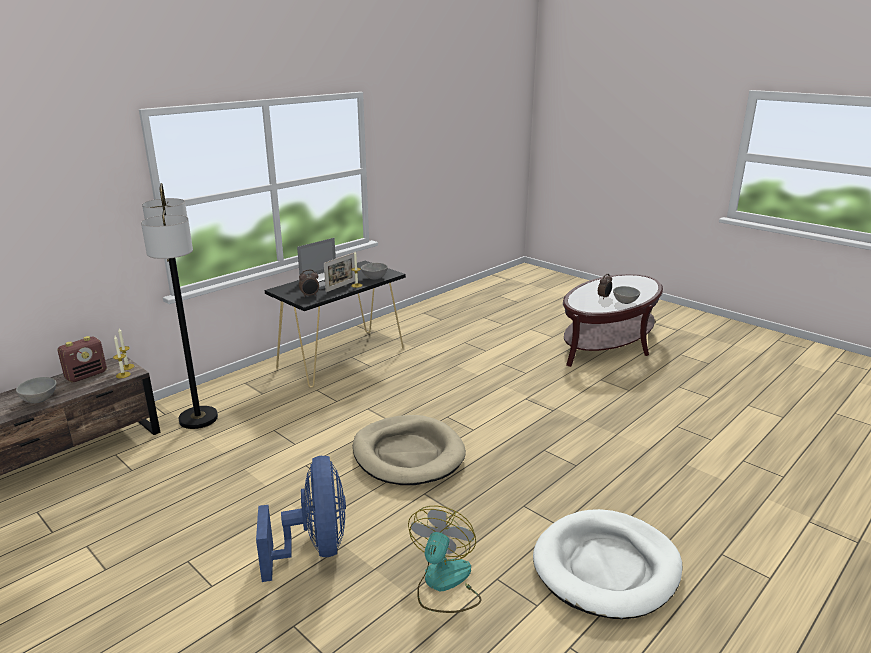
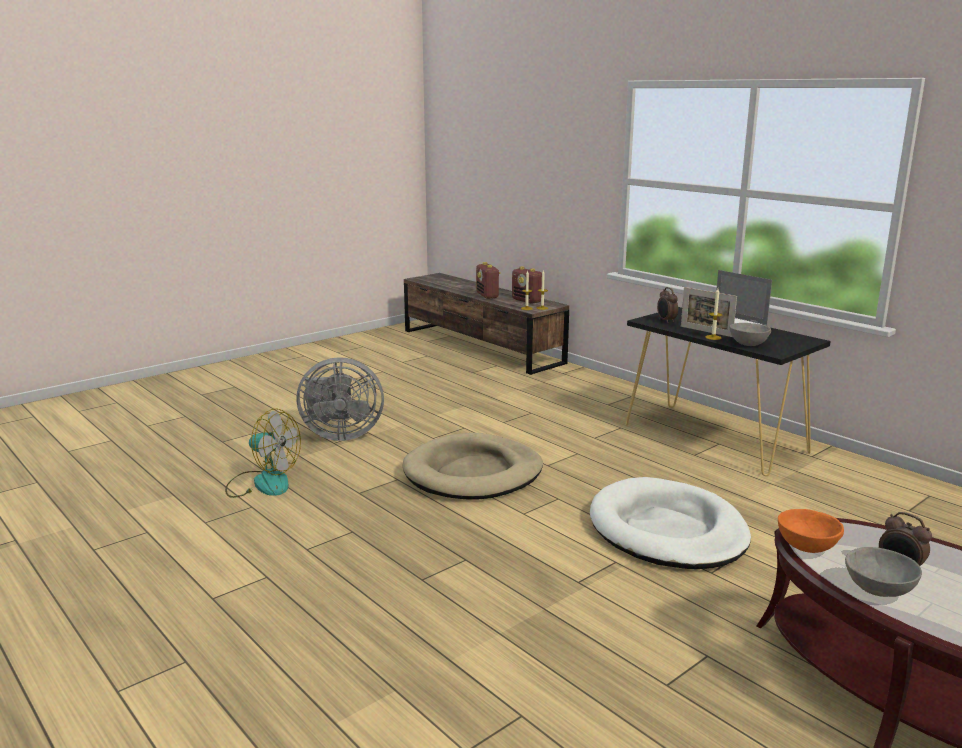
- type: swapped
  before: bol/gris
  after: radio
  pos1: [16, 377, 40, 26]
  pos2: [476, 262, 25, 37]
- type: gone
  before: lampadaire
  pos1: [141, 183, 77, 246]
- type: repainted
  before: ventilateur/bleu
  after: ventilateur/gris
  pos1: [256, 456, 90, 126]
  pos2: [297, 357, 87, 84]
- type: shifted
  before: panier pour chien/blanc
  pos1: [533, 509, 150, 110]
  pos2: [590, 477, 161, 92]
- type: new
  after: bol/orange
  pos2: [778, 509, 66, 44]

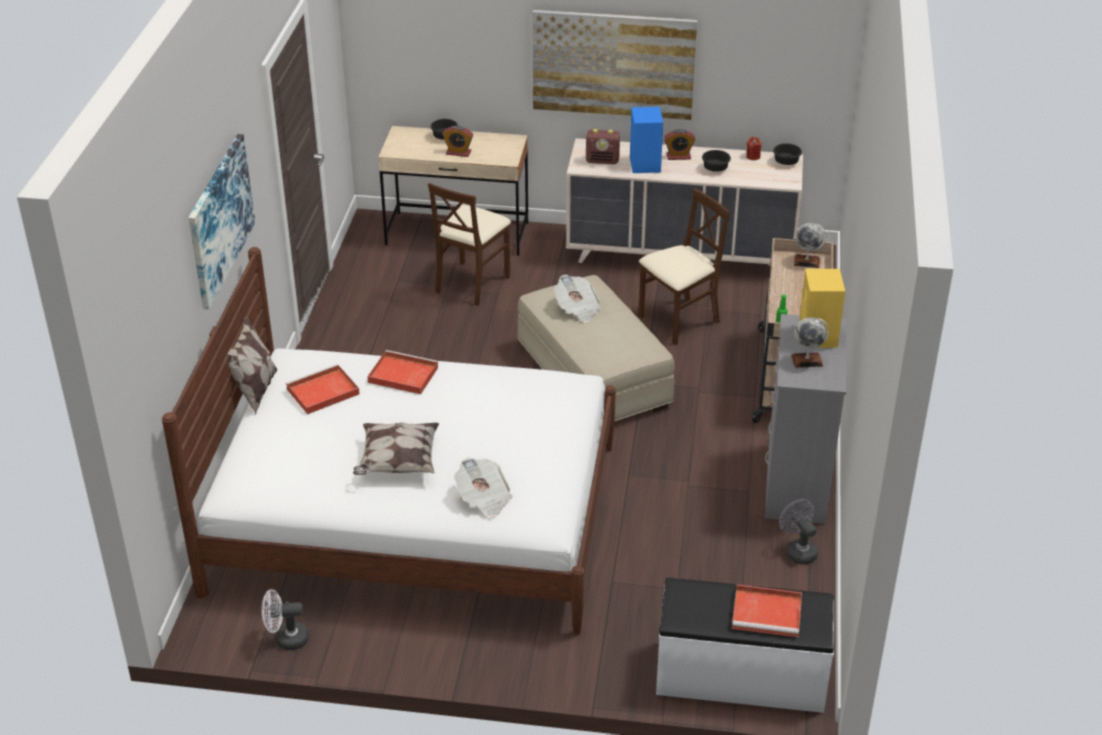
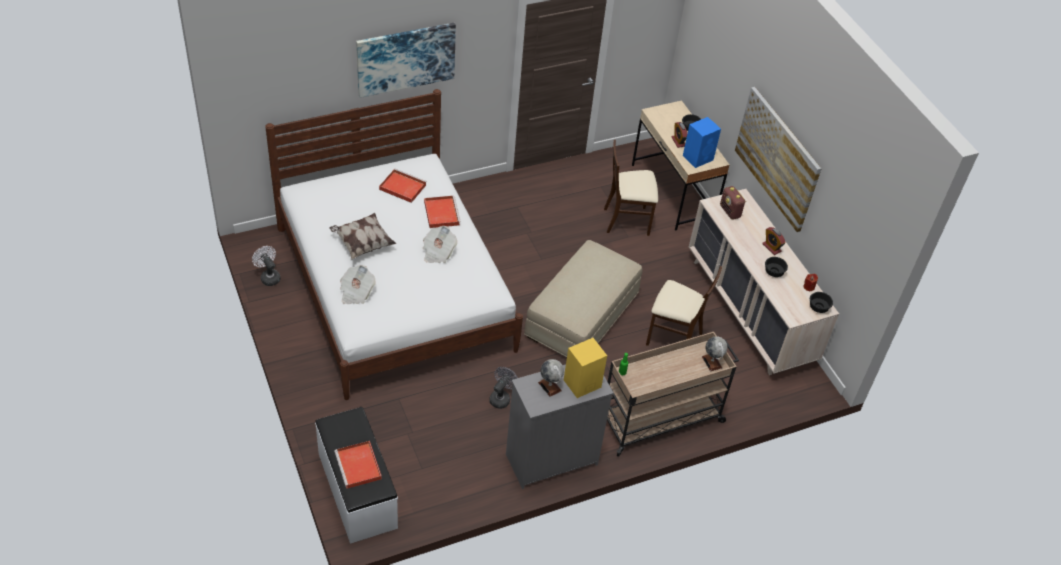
- type: gone
  before: coussin
  pos1: [224, 316, 53, 99]
- type: shifted
  before: journal
  pos1: [554, 275, 48, 48]
  pos2: [423, 226, 34, 37]
- type: shifted
  before: enceinte/bleu
  pos1: [630, 107, 33, 66]
  pos2: [683, 117, 38, 51]
- type: shifted
  before: ventilateur/gris
  pos1: [779, 499, 39, 65]
  pos2: [489, 367, 29, 42]

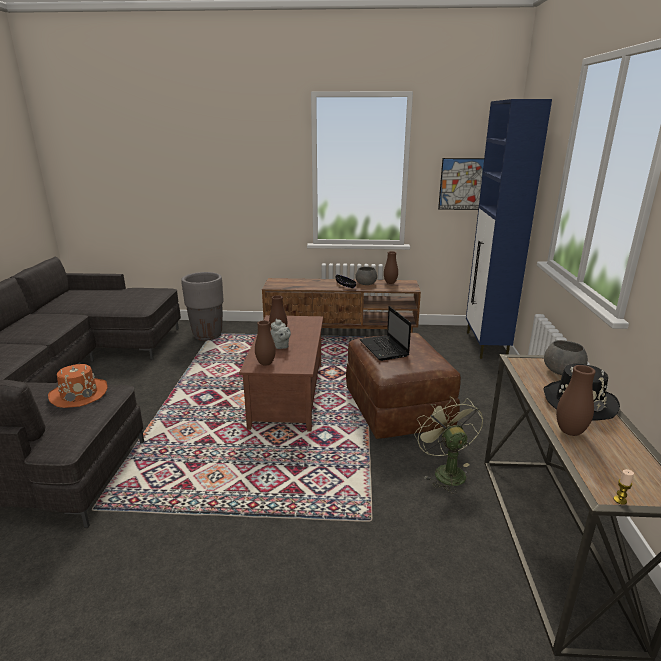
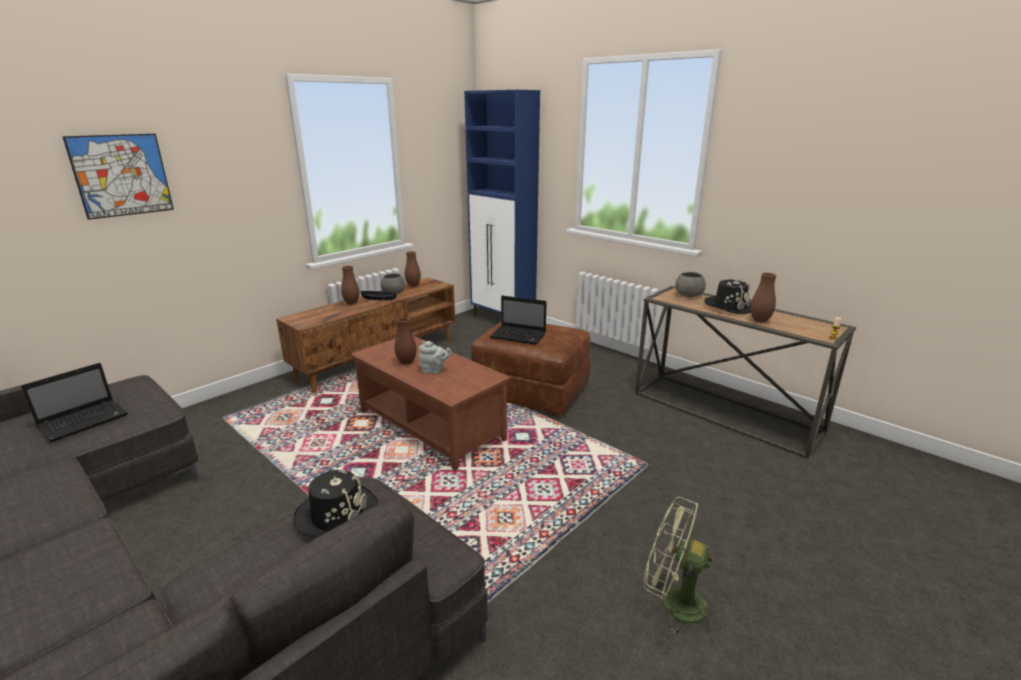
- type: repainted
  before: chapeau/orange
  after: chapeau/noir
  pos1: [48, 364, 59, 44]
  pos2: [293, 469, 86, 69]
- type: gone
  before: cache-pot/gris
  pos1: [181, 272, 43, 69]
- type: shifted
  before: vase/marron
  pos1: [255, 320, 21, 46]
  pos2: [341, 266, 18, 38]
- type: shifted
  before: ventilateur/vert
  pos1: [414, 397, 69, 97]
  pos2: [644, 497, 76, 141]
- type: shifted
  before: tableau
  pos1: [438, 158, 46, 52]
  pos2: [62, 134, 112, 86]
- type: new
  after: ordinateur portable
  pos2: [21, 363, 107, 79]

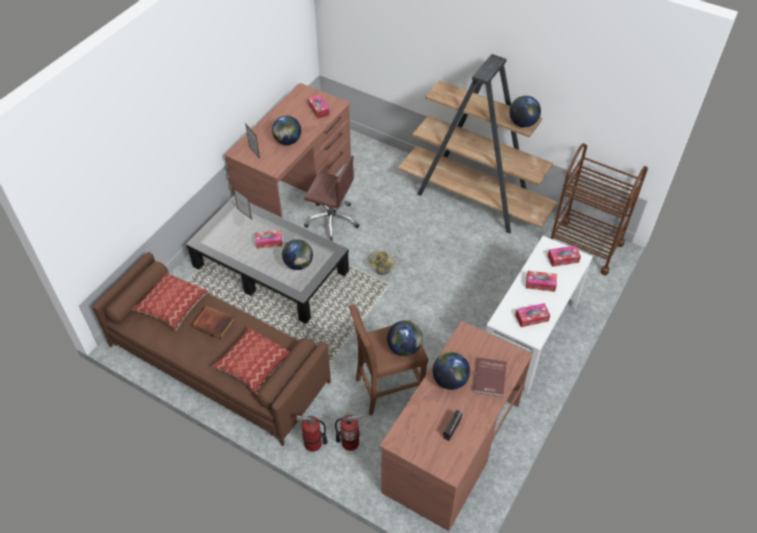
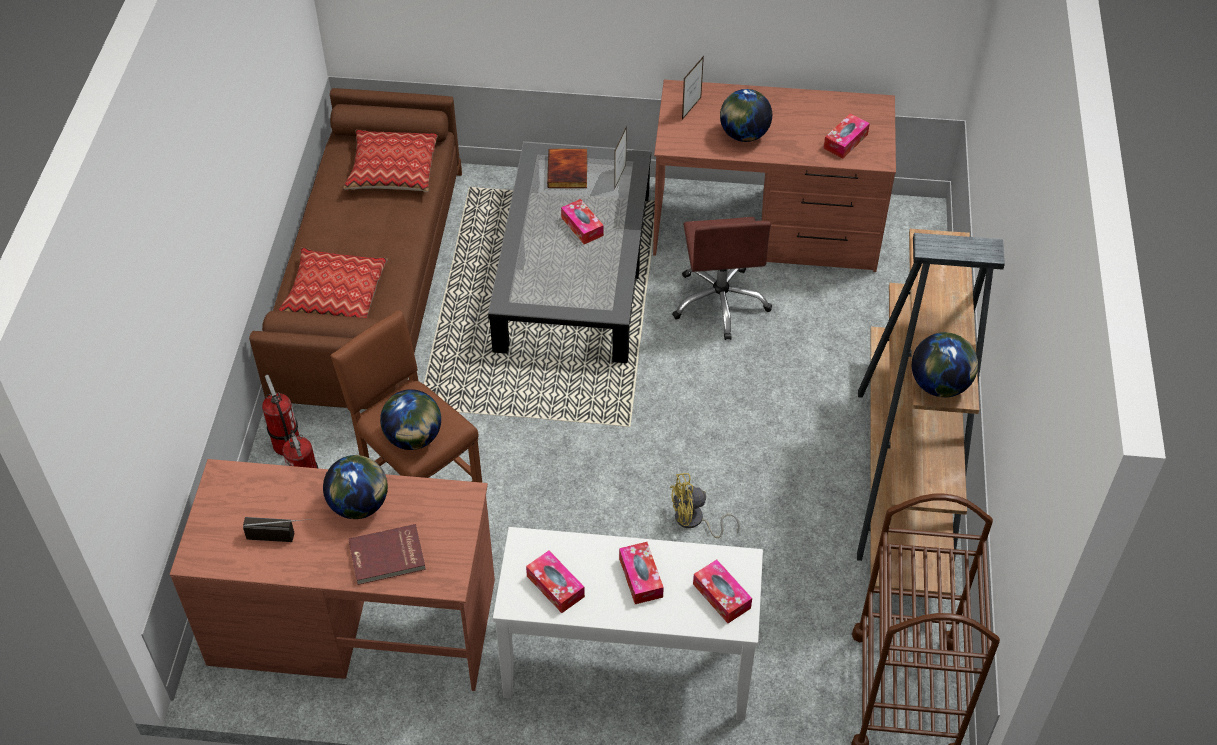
- type: shifted
  before: livre
  pos1: [192, 306, 42, 33]
  pos2: [547, 149, 40, 39]
- type: gone
  before: globe
  pos1: [282, 239, 31, 31]
- type: shifted
  before: ventilateur/jaune
  pos1: [369, 250, 33, 25]
  pos2: [670, 473, 70, 65]

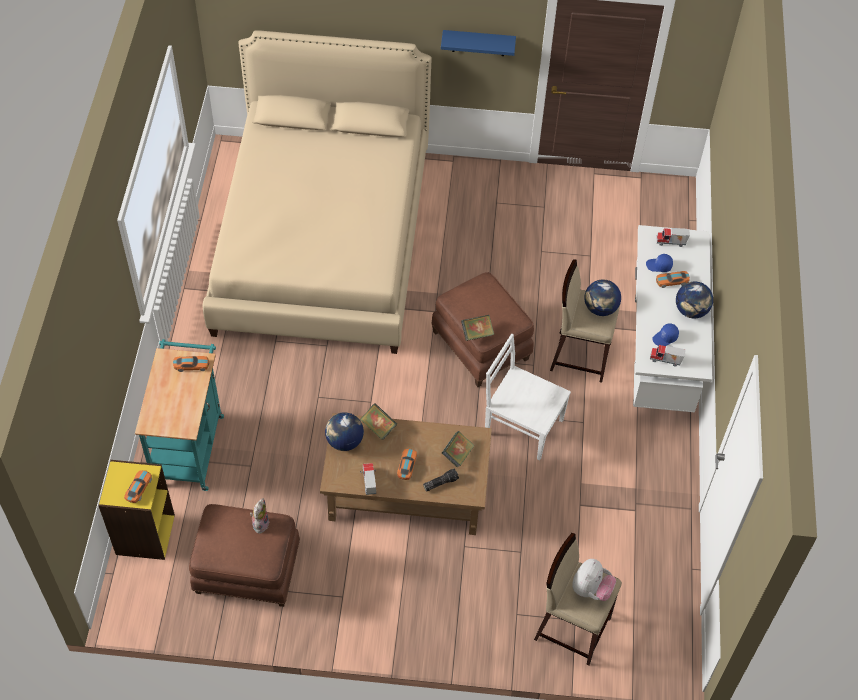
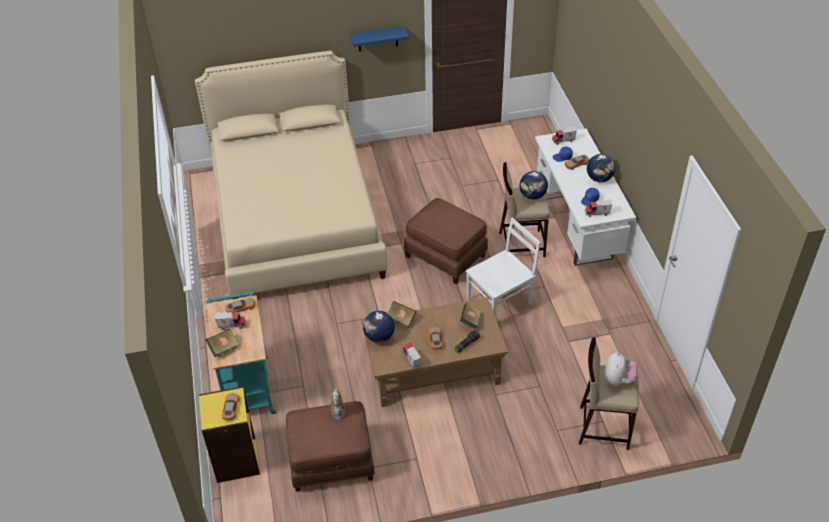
- type: shifted
  before: livre
  pos1: [461, 315, 33, 26]
  pos2: [206, 329, 33, 28]
- type: rotated
  before: chaise/blanc
  pos1: [485, 334, 86, 127]
  pos2: [466, 218, 74, 100]
  turn: 135
- type: new
  after: camion jouet
  pos2: [215, 312, 31, 18]

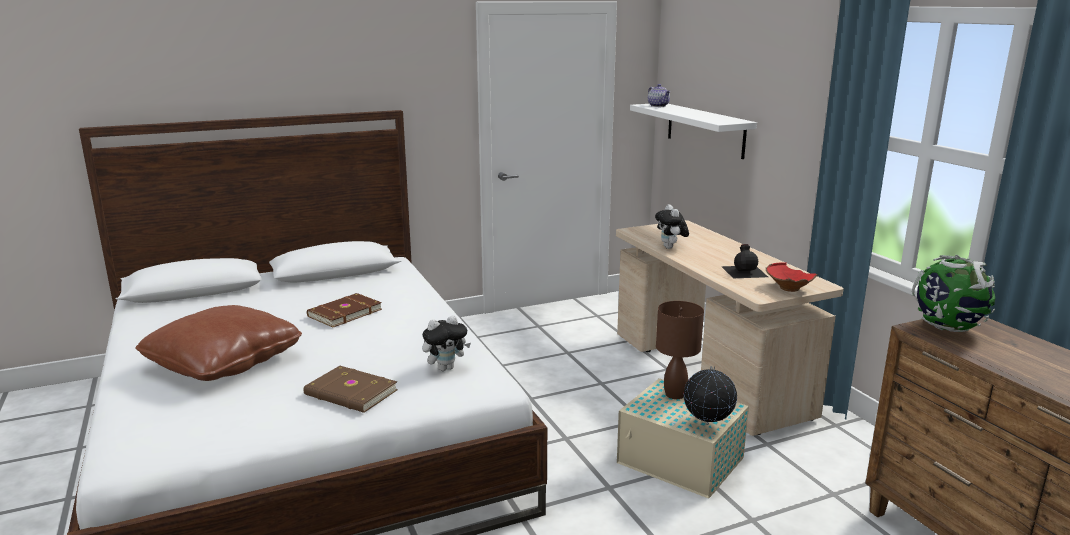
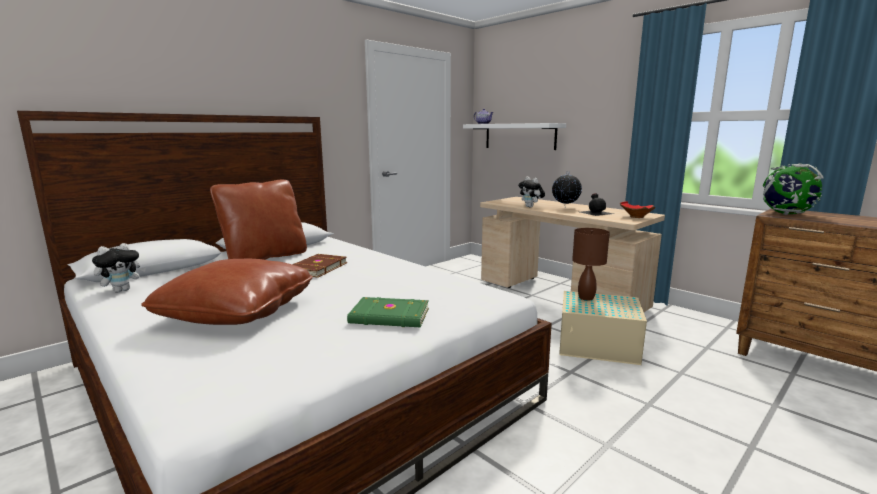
- type: repainted
  before: livre/marron
  after: livre/vert
  pos1: [304, 366, 93, 47]
  pos2: [347, 297, 82, 30]
- type: shifted
  before: peluche
  pos1: [422, 315, 49, 56]
  pos2: [92, 243, 54, 49]
- type: shifted
  before: globe
  pos1: [683, 366, 54, 59]
  pos2: [552, 175, 30, 32]
- type: new
  after: coussin/marron
  pos2: [210, 180, 97, 80]

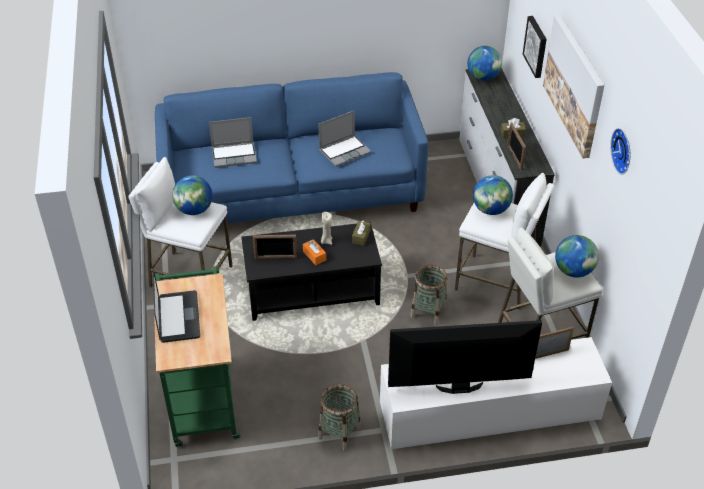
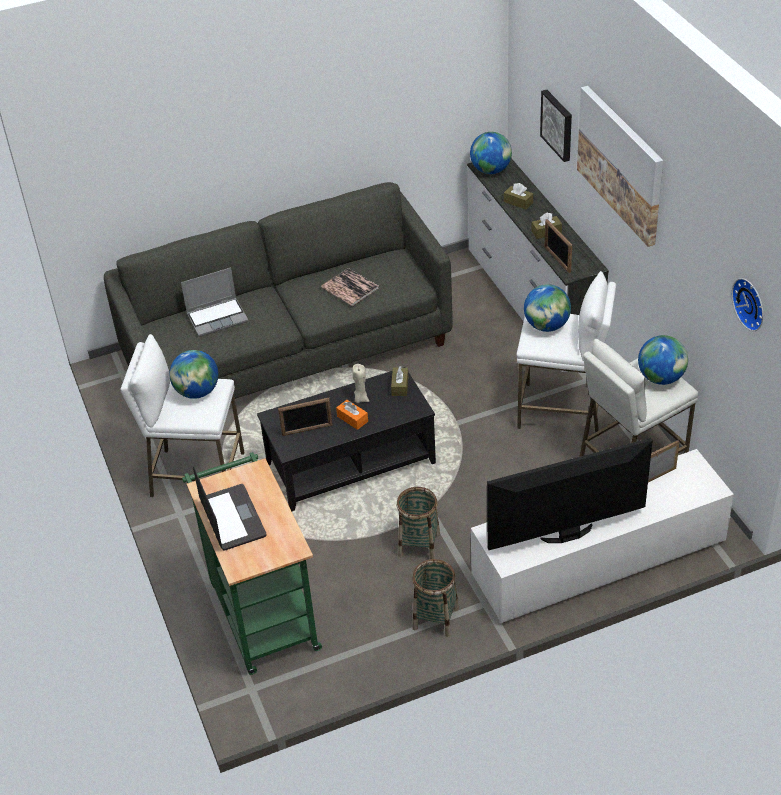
- type: repainted
  before: canapé/bleu
  after: canapé/gris
  pos1: [155, 72, 273, 152]
  pos2: [104, 182, 349, 217]
- type: swapped
  before: ordinateur portable
  after: livre
  pos1: [319, 110, 52, 57]
  pos2: [321, 268, 58, 38]
- type: shifted
  before: panier
  pos1: [410, 265, 37, 60]
  pos2: [397, 487, 43, 72]
- type: shifted
  before: horloge murale
  pos1: [610, 128, 20, 47]
  pos2: [732, 278, 32, 53]
- type: new
  after: boîte à mouchoirs/marron
  pos2: [504, 183, 29, 26]

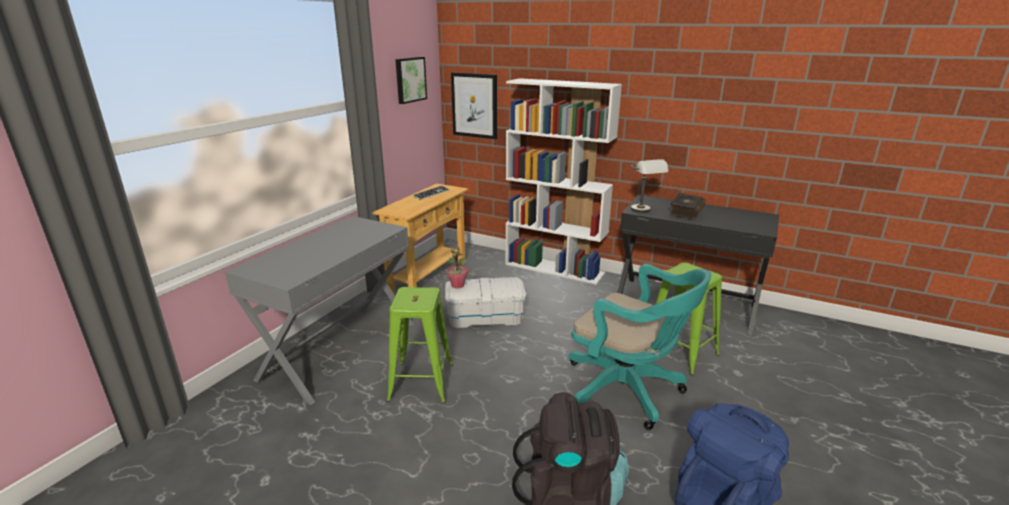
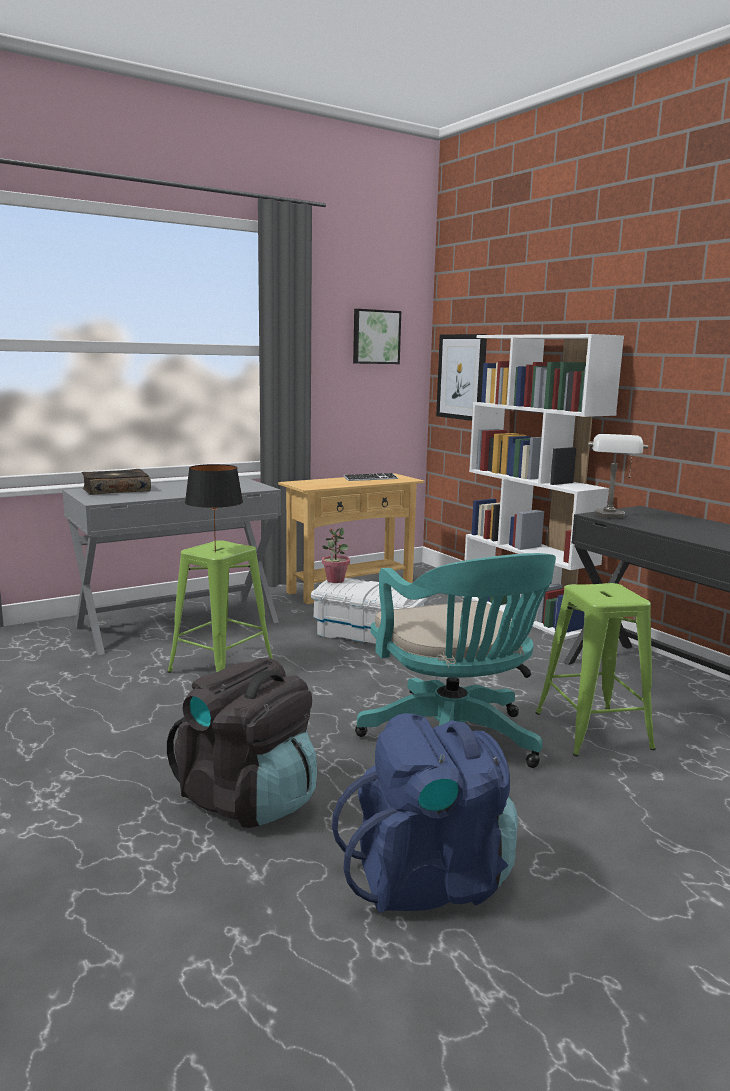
- type: shifted
  before: livre
  pos1: [668, 193, 38, 27]
  pos2: [82, 469, 69, 26]
- type: new
  after: lampe de table/noir
  pos2: [185, 464, 58, 89]

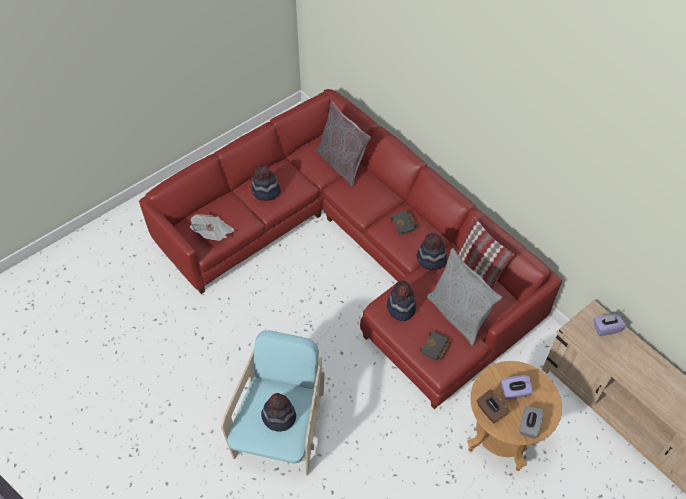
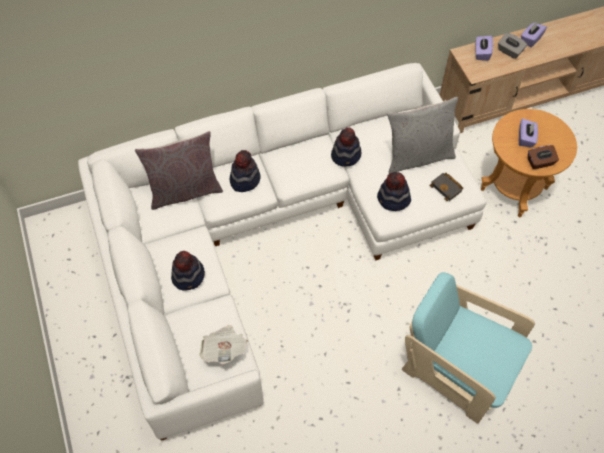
- type: repainted
  before: canapé/rouge
  after: canapé/blanc
  pos1: [139, 89, 423, 320]
  pos2: [78, 63, 408, 378]
- type: shifted
  before: chapeau
  pos1: [261, 393, 35, 39]
  pos2: [230, 150, 30, 42]
- type: gone
  before: livre/noir
  pos1: [390, 211, 28, 24]
- type: gone
  before: coussin
  pos1: [456, 217, 58, 73]
- type: shifted
  before: boîte à mouchoirs/gris
  pos1: [519, 406, 25, 33]
  pos2: [498, 32, 29, 27]
- type: new
  after: boîte à mouchoirs/violet
  pos2: [521, 22, 26, 25]

